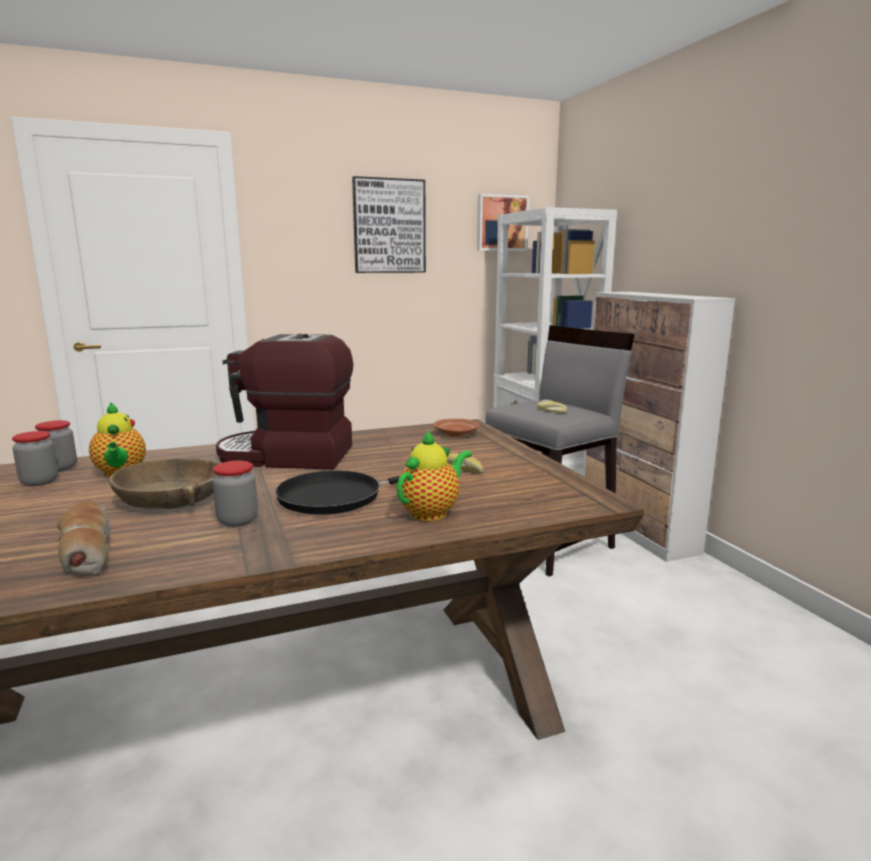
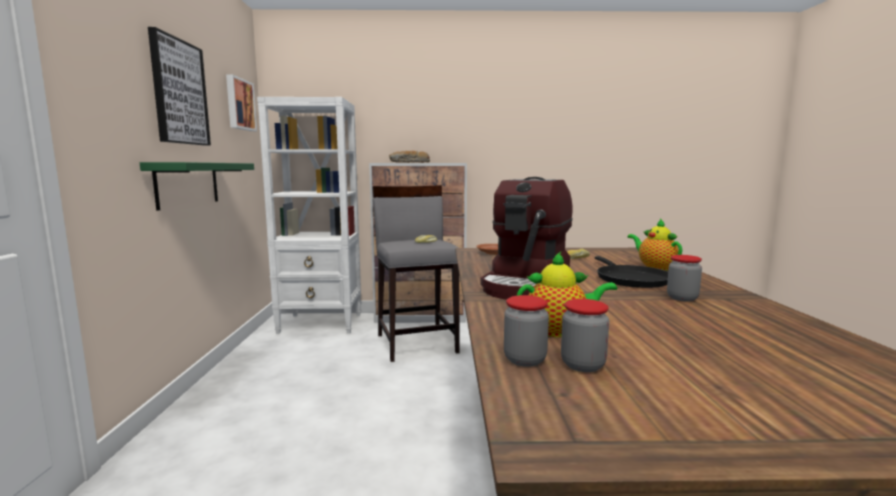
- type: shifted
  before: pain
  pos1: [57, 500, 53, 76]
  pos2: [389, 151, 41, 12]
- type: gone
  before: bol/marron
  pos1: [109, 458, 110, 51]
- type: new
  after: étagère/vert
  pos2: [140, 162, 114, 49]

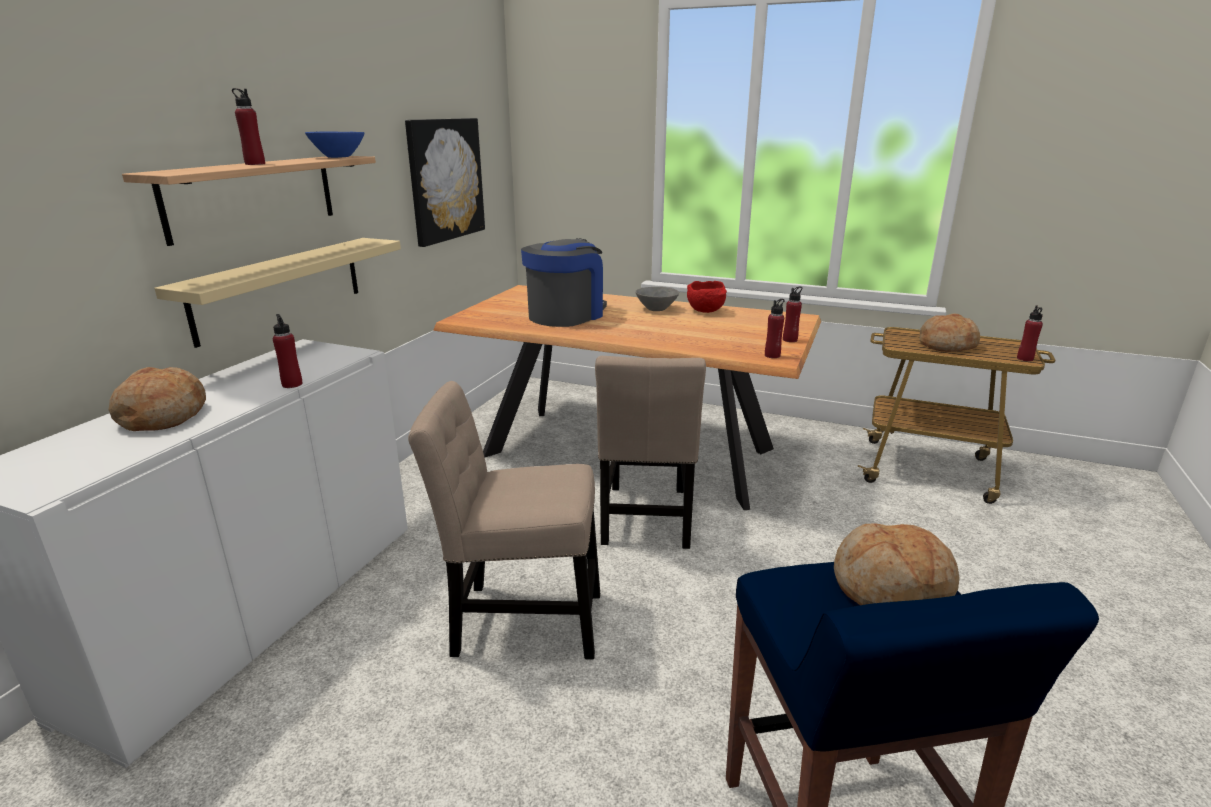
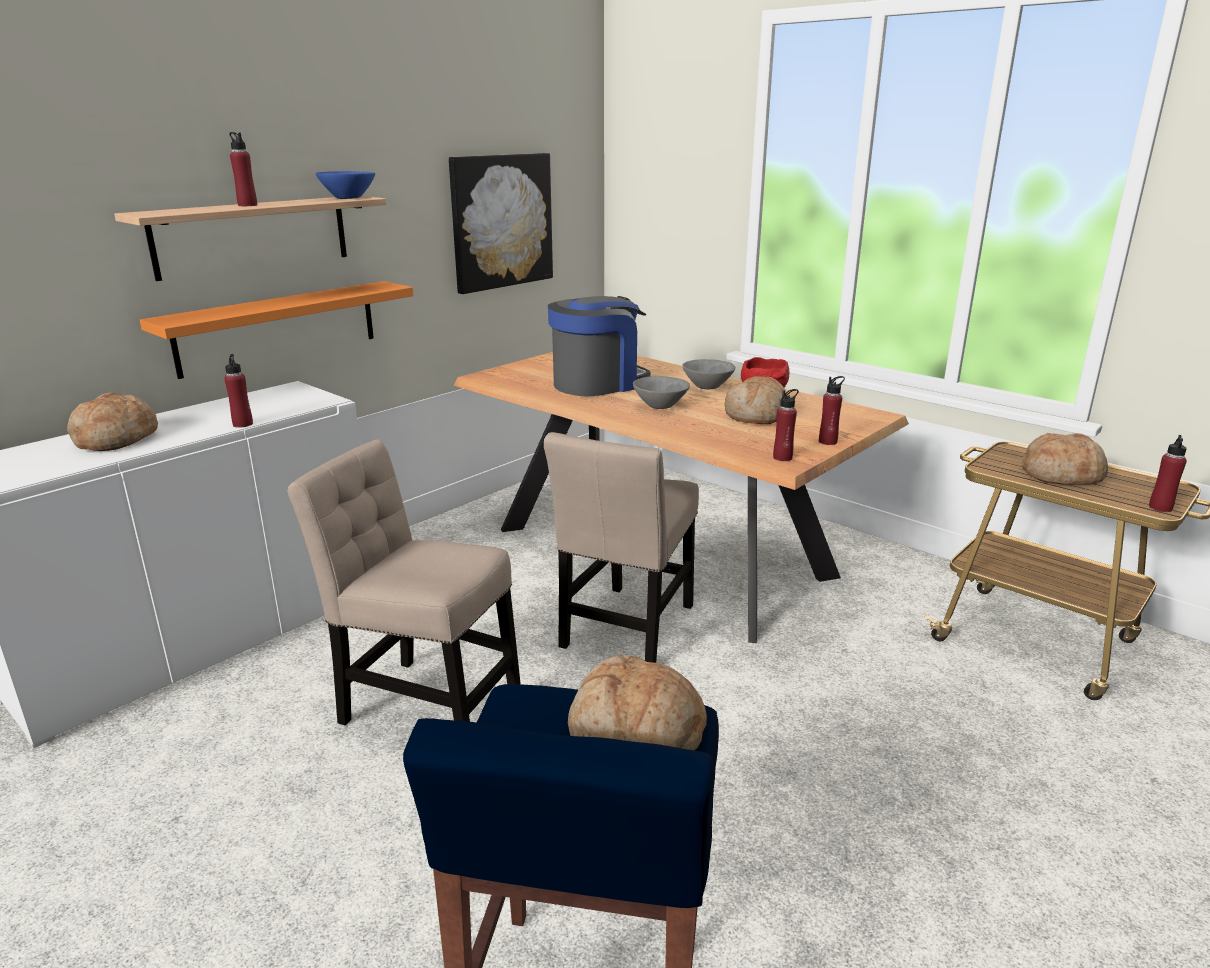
- type: repainted
  before: étagère/beige
  after: étagère/orange
  pos1: [154, 238, 247, 110]
  pos2: [140, 281, 273, 98]
- type: new
  after: bol/gris
  pos2: [633, 376, 57, 33]
- type: new
  after: pain
  pos2: [725, 376, 63, 48]

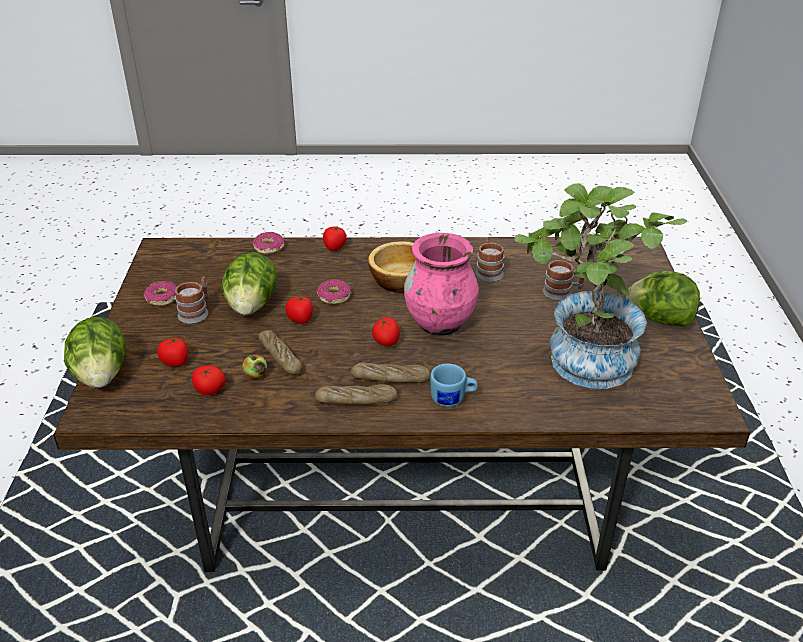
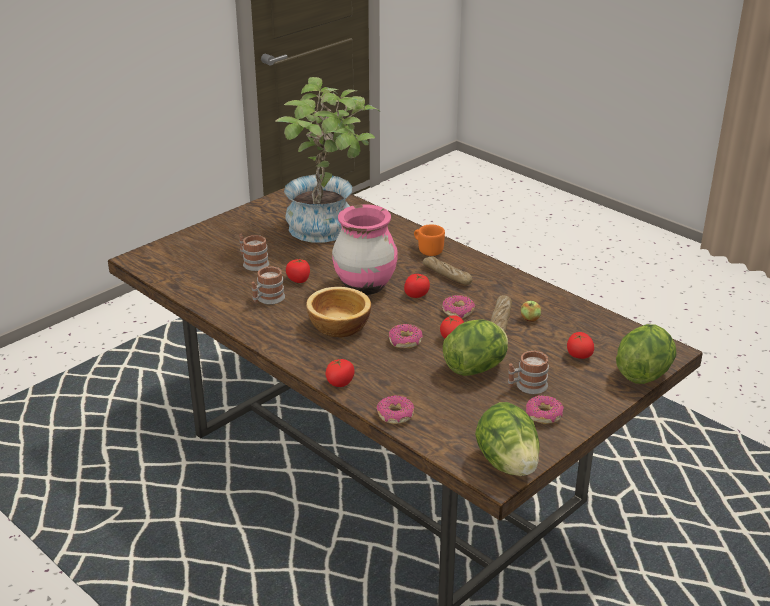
- type: shifted
  before: tomate
  pos1: [192, 365, 34, 30]
  pos2: [286, 258, 24, 25]
- type: gone
  before: pain
  pos1: [315, 384, 82, 20]
- type: repainted
  before: mug/bleu
  after: mug/orange
  pos1: [430, 363, 48, 44]
  pos2: [414, 224, 31, 32]
- type: shifted
  before: laitue
  pos1: [626, 271, 74, 56]
  pos2: [475, 402, 65, 74]
- type: new
  after: beignet
  pos2: [442, 295, 34, 24]

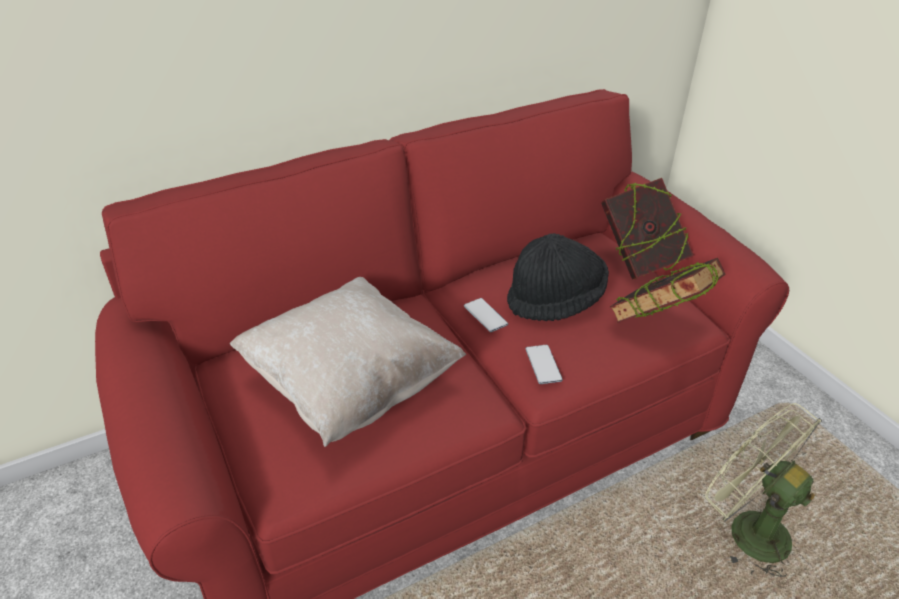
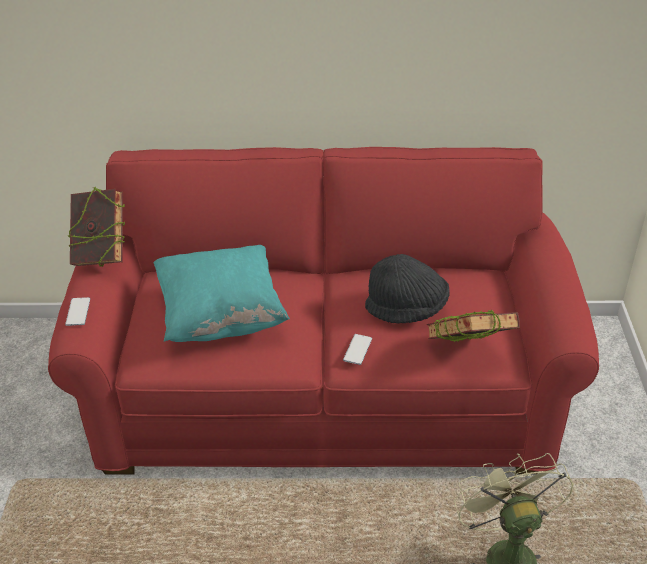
- type: repainted
  before: coussin/beige
  after: coussin/turquoise
  pos1: [230, 277, 236, 170]
  pos2: [154, 245, 136, 97]
- type: shifted
  before: téléphone
  pos1: [464, 298, 44, 34]
  pos2: [65, 297, 25, 29]
- type: shifted
  before: livre
  pos1: [601, 178, 93, 102]
  pos2: [68, 187, 57, 80]

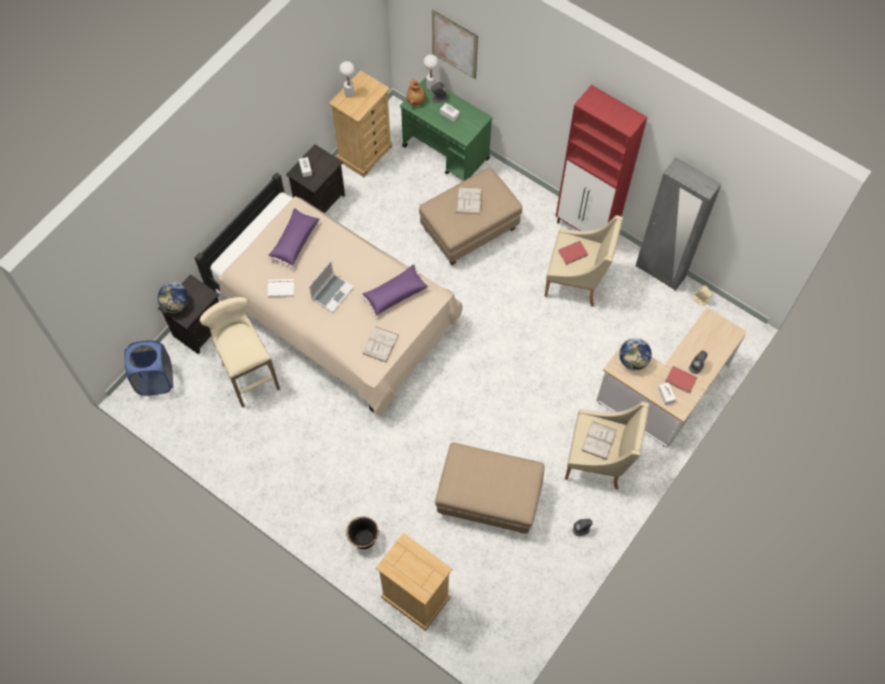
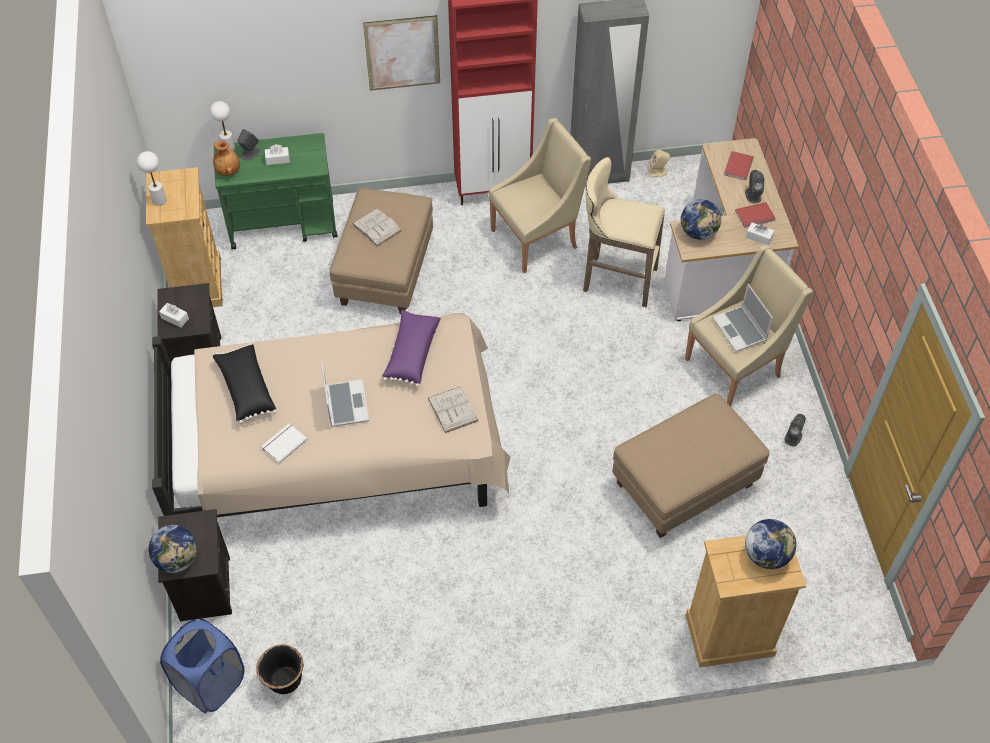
- type: shifted
  before: tabouret/beige
  pos1: [200, 297, 80, 110]
  pos2: [583, 157, 82, 150]
- type: repainted
  before: coussin/violet
  after: coussin/noir
  pos1: [268, 208, 52, 60]
  pos2: [213, 343, 63, 81]
- type: shifted
  before: cache-pot/noir
  pos1: [346, 517, 33, 32]
  pos2: [256, 644, 47, 50]
- type: shifted
  before: tableau
  pos1: [432, 10, 46, 69]
  pos2: [363, 15, 77, 76]
- type: shifted
  before: livre/rouge
  pos1: [558, 241, 30, 24]
  pos2: [724, 151, 30, 29]
- type: swapped
  before: livre/blanc
  after: ordinateur portable
  pos1: [581, 421, 36, 39]
  pos2: [712, 284, 61, 68]
- type: new
  after: globe
  pos2: [745, 519, 51, 50]

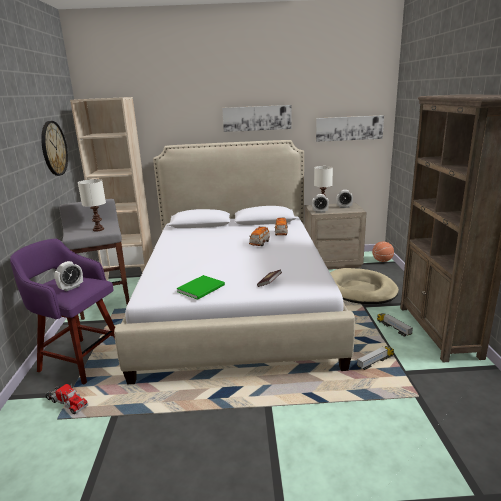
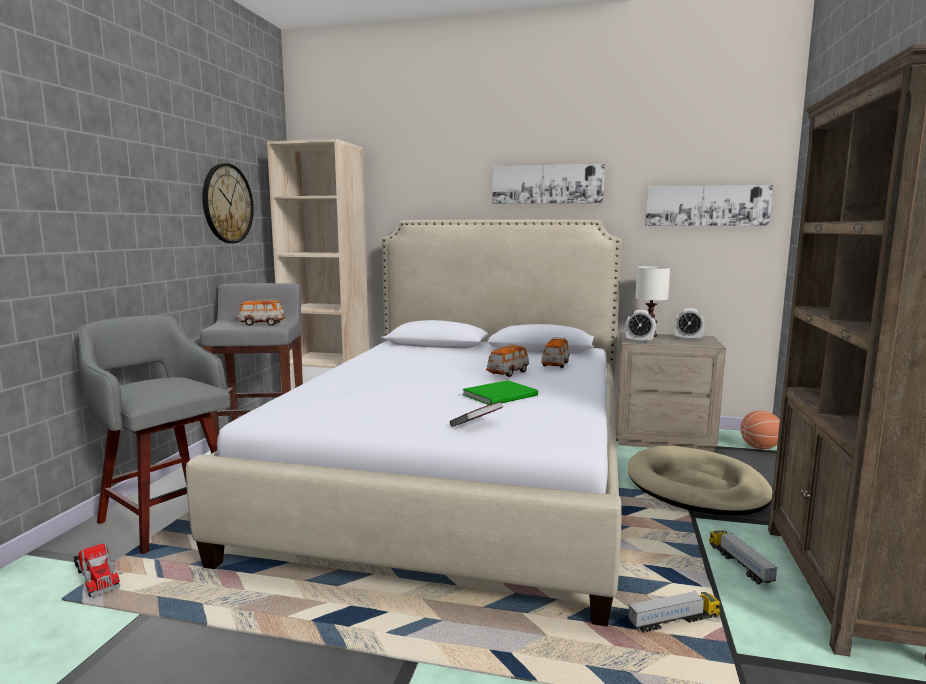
- type: repainted
  before: tabouret/violet
  after: tabouret/gris
  pos1: [10, 239, 105, 145]
  pos2: [78, 315, 153, 239]
- type: gone
  before: réveil
  pos1: [54, 261, 29, 30]
- type: swapped
  before: lampe de table/blanc
  after: petite voiture
  pos1: [78, 179, 28, 53]
  pos2: [237, 299, 49, 27]
- type: shifted
  before: livre/vert
  pos1: [176, 275, 49, 25]
  pos2: [462, 380, 76, 25]

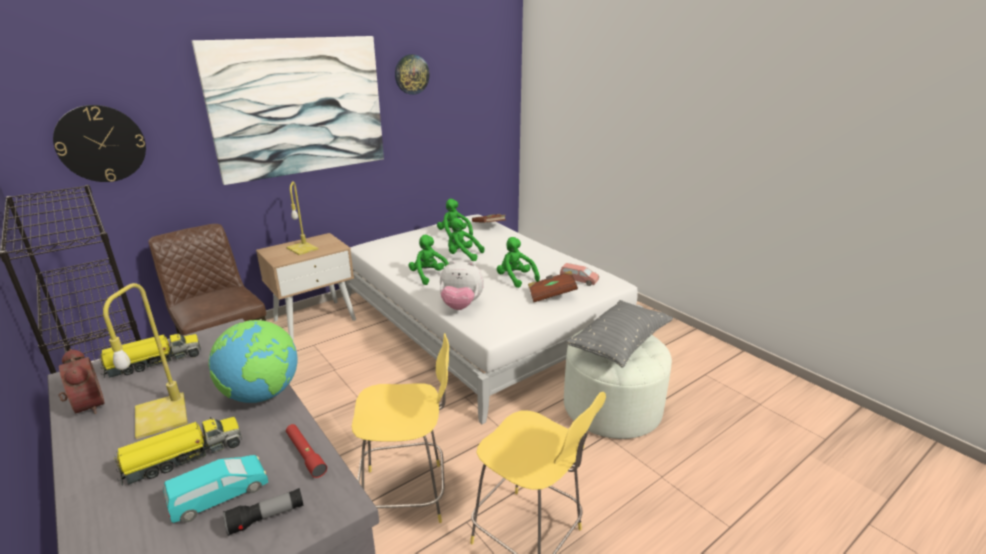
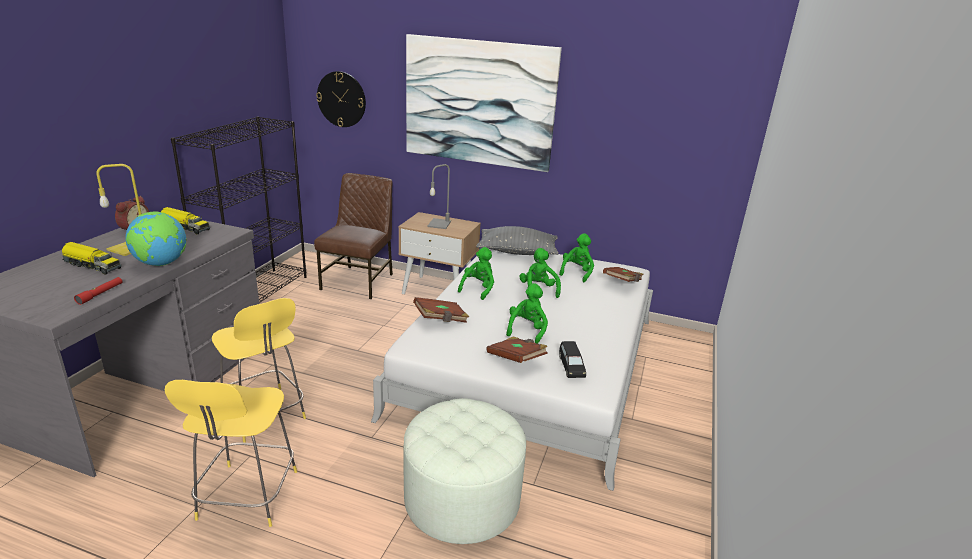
- type: gone
  before: petite voiture/turquoise
  pos1: [163, 455, 105, 68]
- type: gone
  before: lampe de poche
  pos1: [223, 488, 81, 48]
- type: repainted
  before: lampe de table/jaune
  after: lampe de table/gris
  pos1: [286, 181, 32, 74]
  pos2: [427, 164, 24, 65]
- type: gone
  before: horloge murale
  pos1: [395, 54, 34, 41]
- type: swapped
  before: peluche
  after: livre/marron
  pos1: [440, 260, 44, 50]
  pos2: [413, 297, 56, 26]
- type: repainted
  before: petite voiture/rose
  after: petite voiture/noir
  pos1: [560, 263, 39, 23]
  pos2: [559, 341, 27, 37]
- type: shifted
  before: coussin/gris
  pos1: [566, 300, 107, 67]
  pos2: [476, 226, 83, 29]

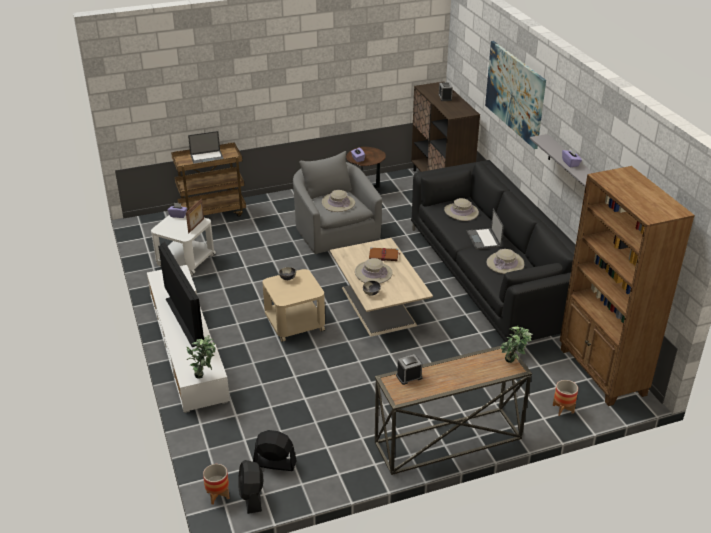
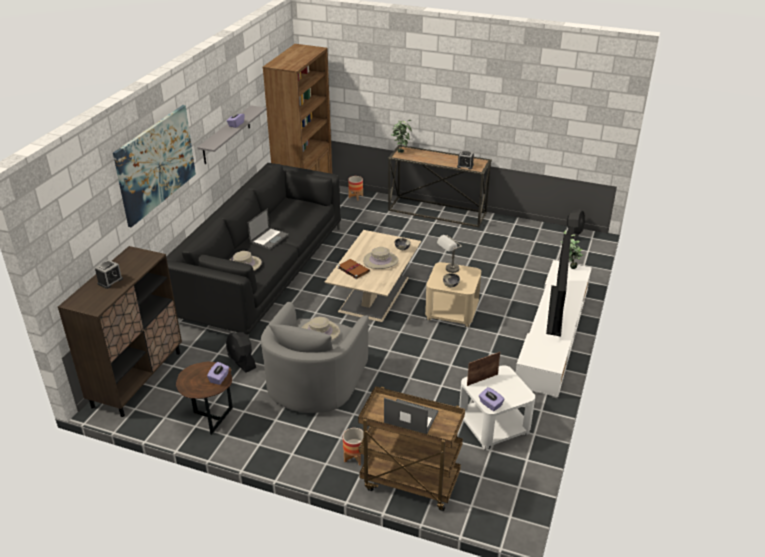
- type: shifted
  before: cache-pot
  pos1: [203, 464, 26, 41]
  pos2: [343, 428, 21, 38]
- type: shifted
  before: ventilateur/noir
  pos1: [253, 430, 44, 41]
  pos2: [226, 332, 30, 41]
- type: gone
  before: chapeau/beige
  pos1: [487, 249, 37, 25]
- type: new
  after: lampe de table/gris
  pos2: [437, 235, 25, 38]

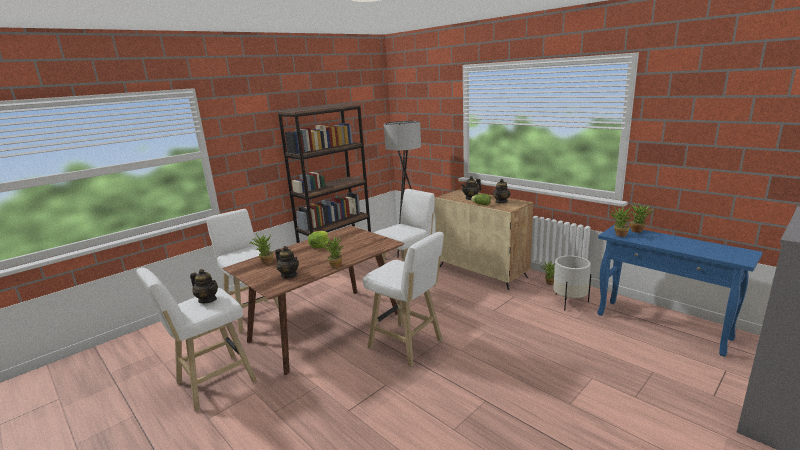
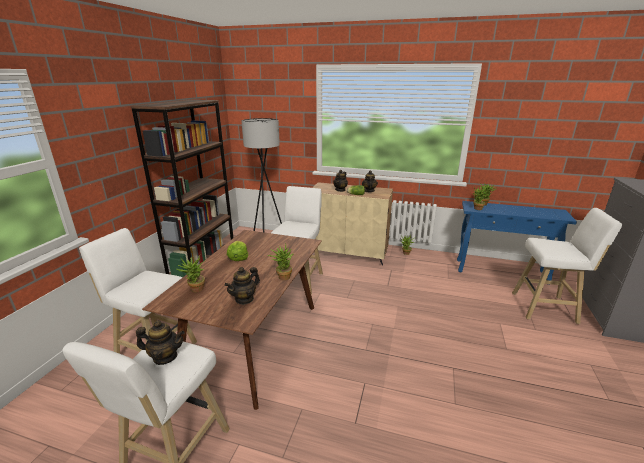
- type: rotated
  before: théière
  pos1: [275, 246, 24, 32]
  pos2: [224, 267, 36, 38]
  turn: 120
- type: shifted
  before: tabouret/blanc
  pos1: [363, 232, 81, 135]
  pos2: [512, 208, 110, 116]
- type: gone
  before: cache-pot/blanc
  pos1: [553, 256, 38, 54]

